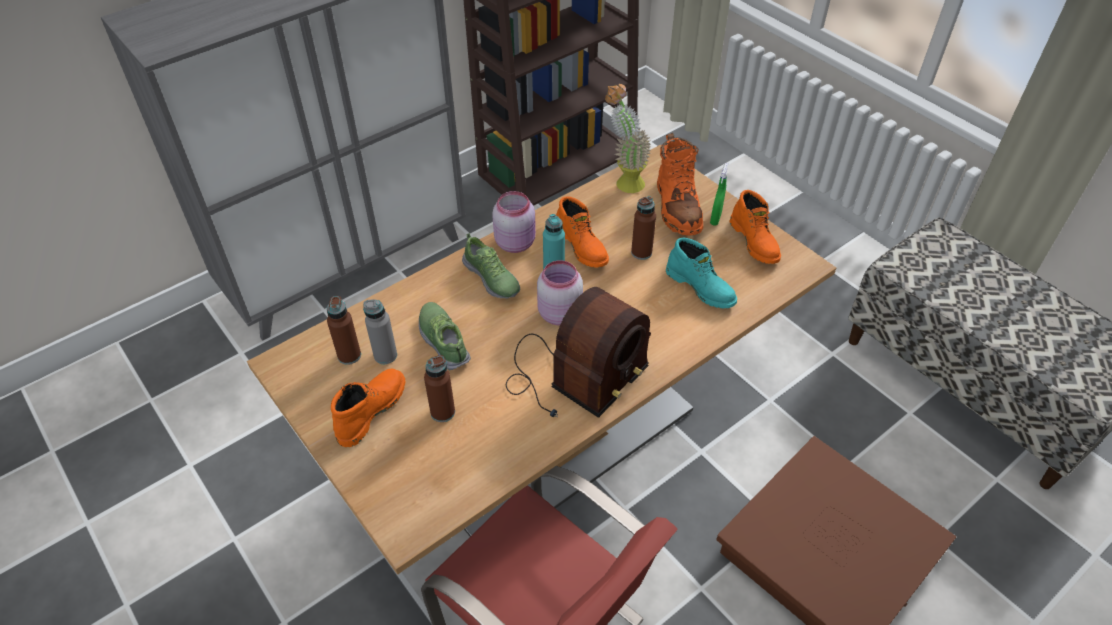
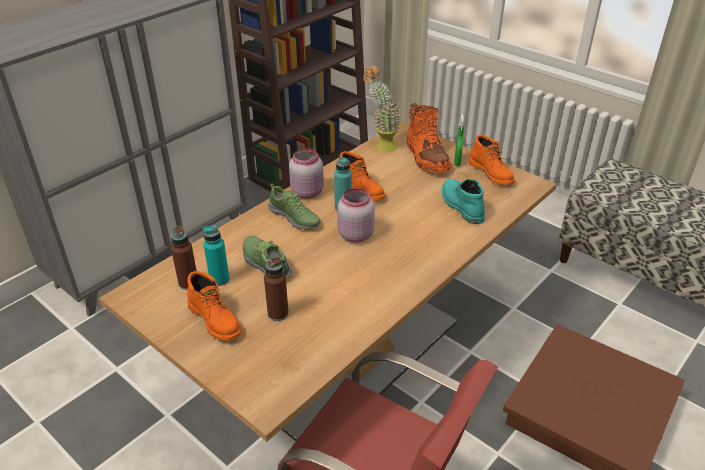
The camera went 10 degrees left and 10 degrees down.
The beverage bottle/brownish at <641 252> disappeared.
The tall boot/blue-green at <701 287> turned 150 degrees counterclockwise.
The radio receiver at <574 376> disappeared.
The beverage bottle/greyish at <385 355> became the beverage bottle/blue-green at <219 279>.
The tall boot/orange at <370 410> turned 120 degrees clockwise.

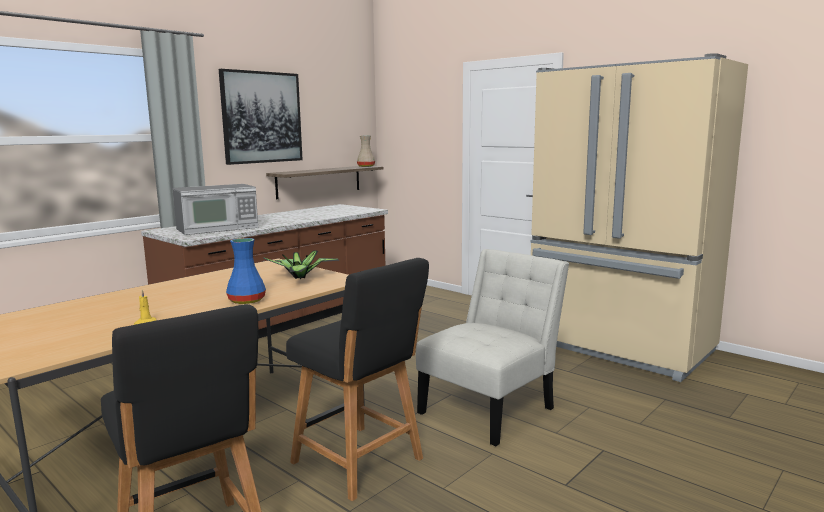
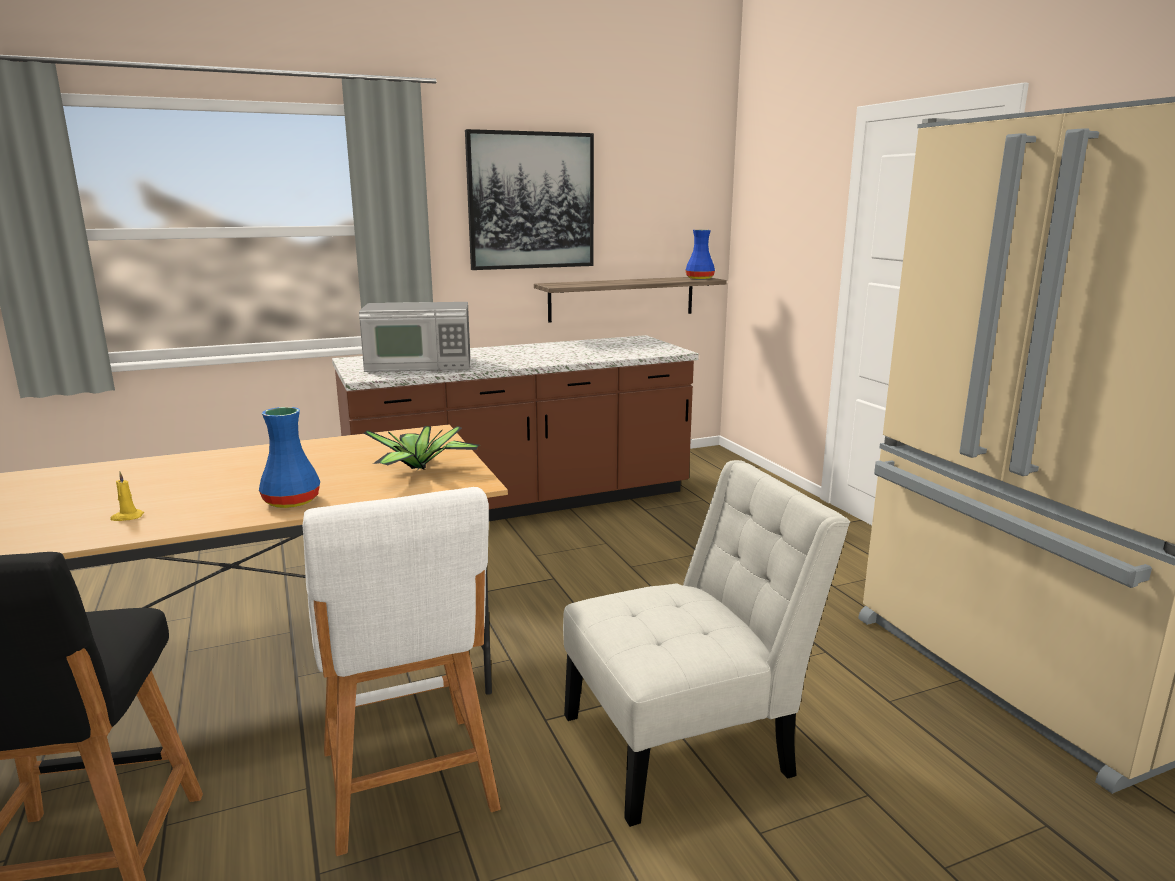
The camera went 25 degrees right and 5 degrees up.
The decorative vase/beige-coloured at <365 166> became the decorative vase/blue at <699 278>.
The stool seat/black-coloured at <361 463> became the stool seat/white at <409 786>.

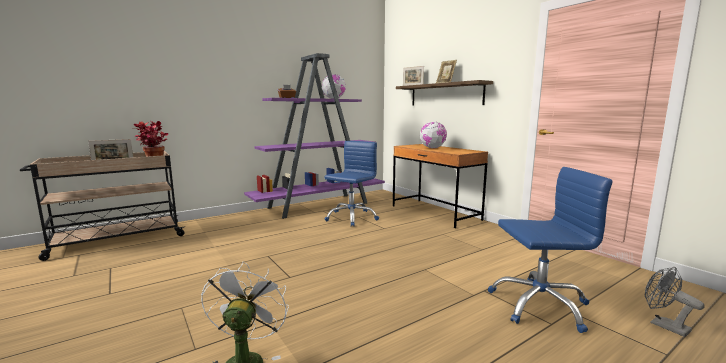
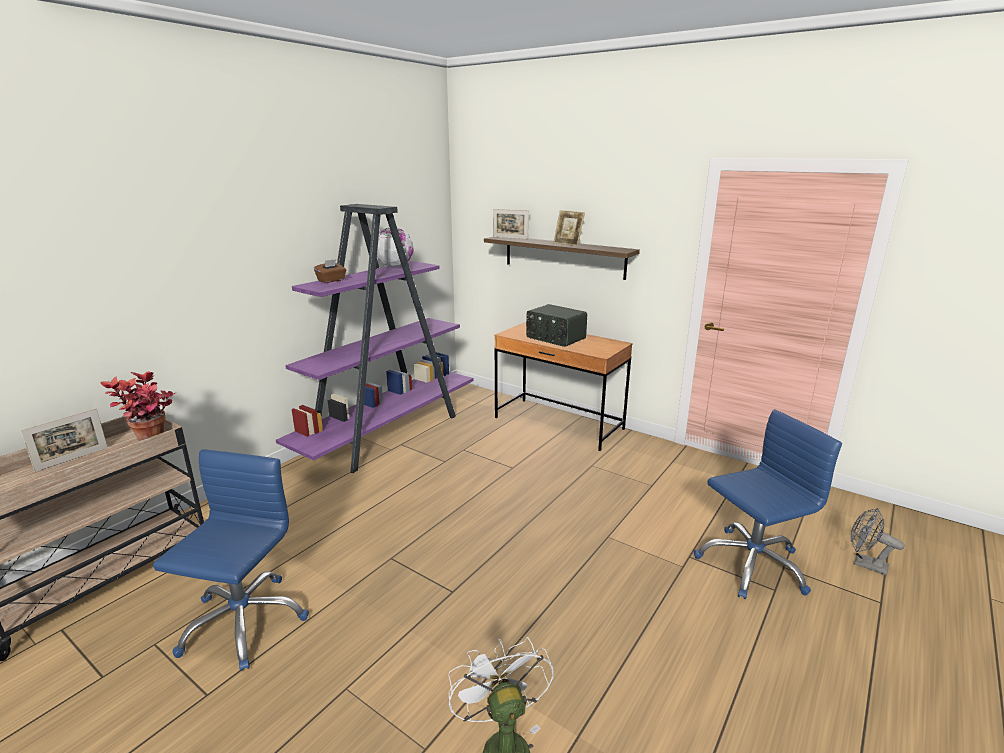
The camera went 20 degrees left and 10 degrees up.
The globe at <432 148> was replaced by the radio receiver at <555 338>.
The office chair/blue moved from <351 217> to <243 622>.

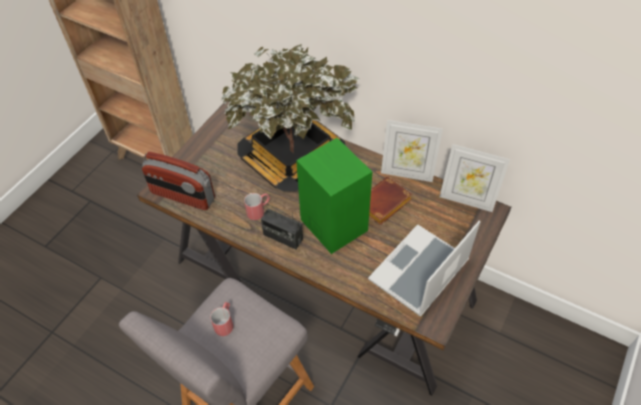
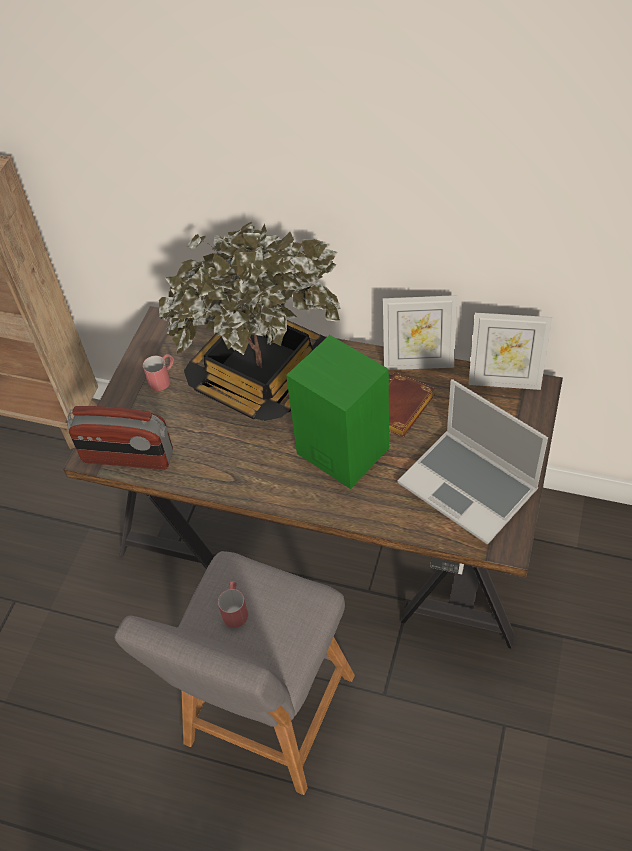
The camera went 10 degrees left and 0 degrees up.
The coffee mug/reddish moved from <259 210> to <163 378>.
The radio receiver at <283 237> disappeared.
The portable computer at <419 272> turned 75 degrees counterclockwise.

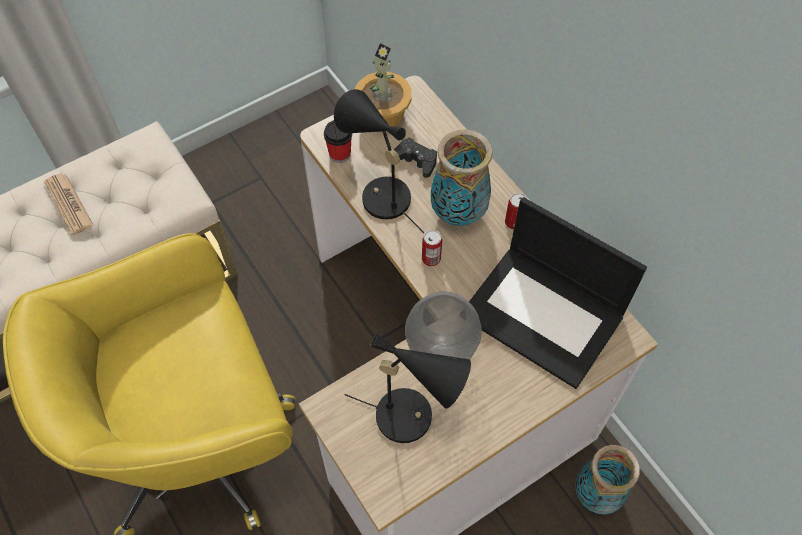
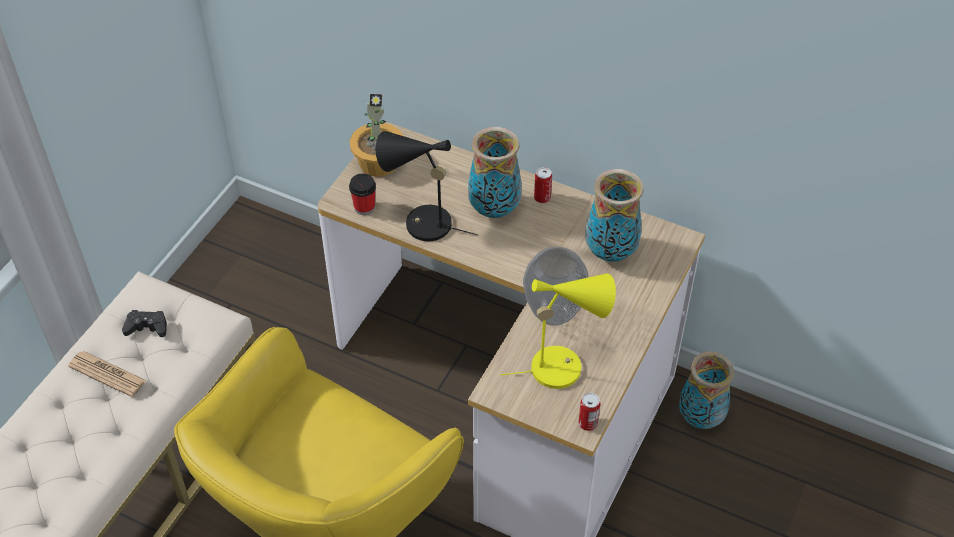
The camera went 30 degrees left and 10 degrees down.
The gamepad/black-coloured moved from <415 160> to <147 327>.
The portable computer at <544 315> was replaced by the decorative vase at <611 252>.
The sealed can moved from <431 258> to <588 423>.
The tabletop lamp/black-coloured at <413 417> became the tabletop lamp/yellowish at <563 365>.

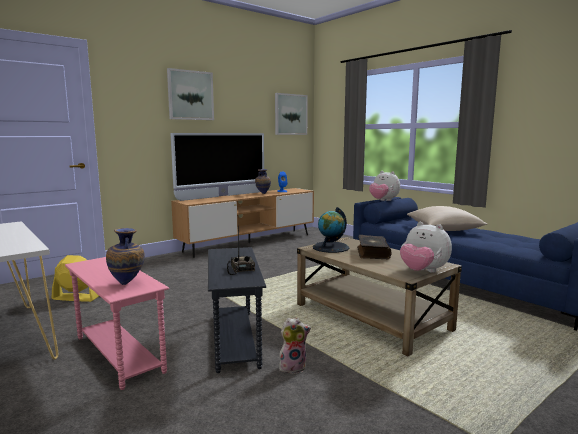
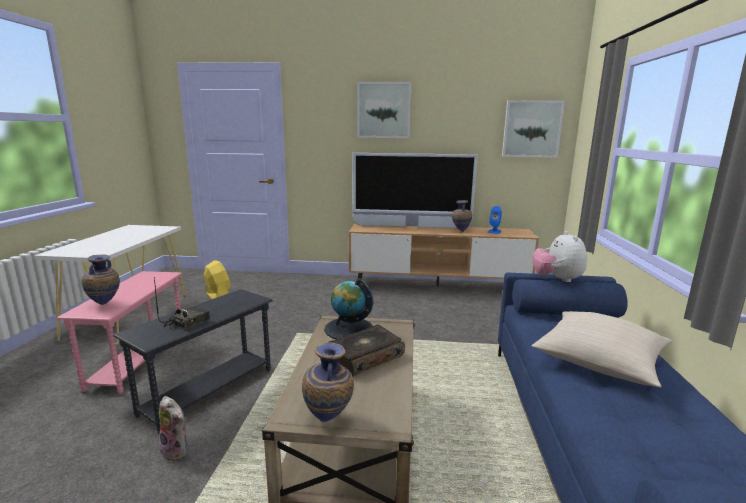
The camera went 45 degrees right and 5 degrees up.
The plush toy at <423 271> was replaced by the decorative vase at <329 420>.

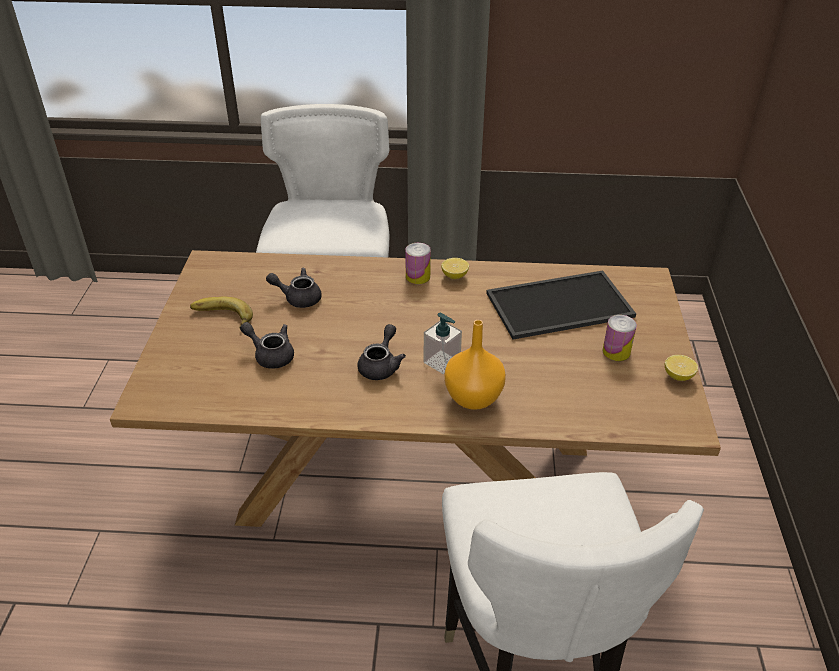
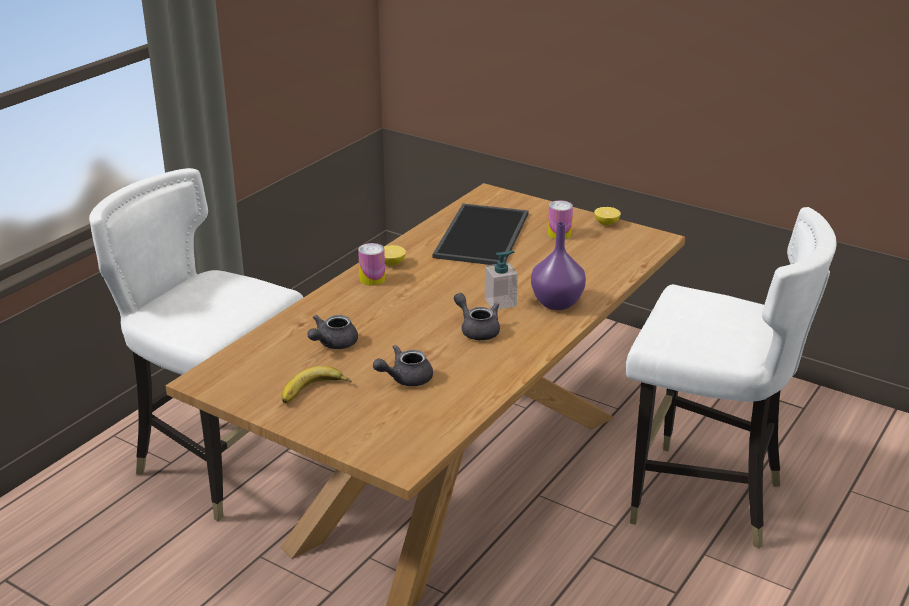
The camera went 60 degrees left and 10 degrees down.
The decorative vase/orange at <474 398> became the decorative vase/purple-coloured at <557 302>.

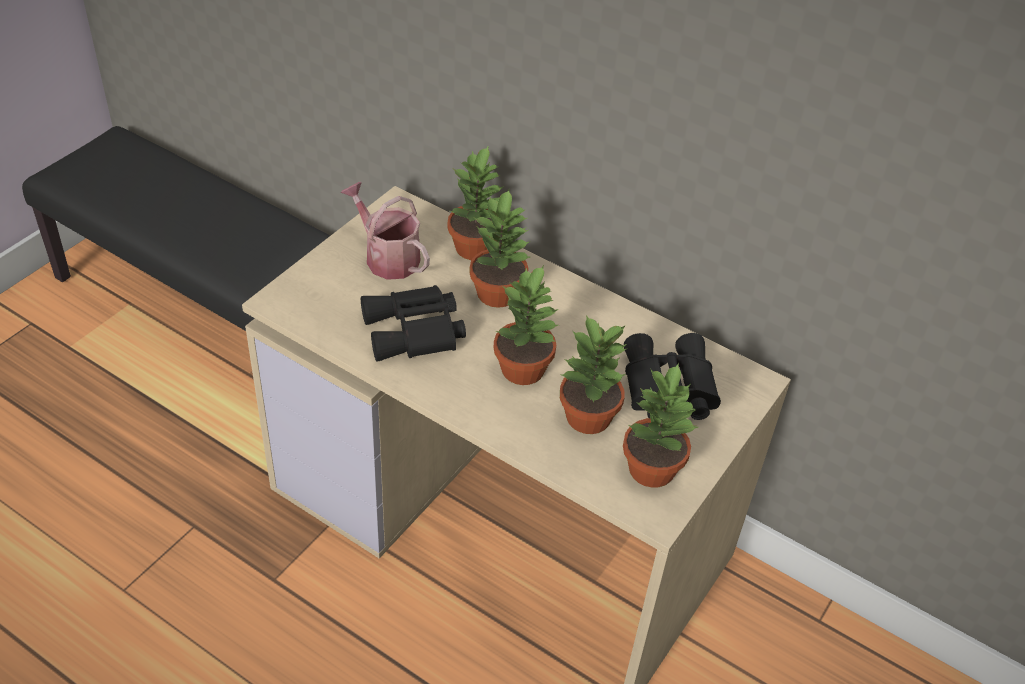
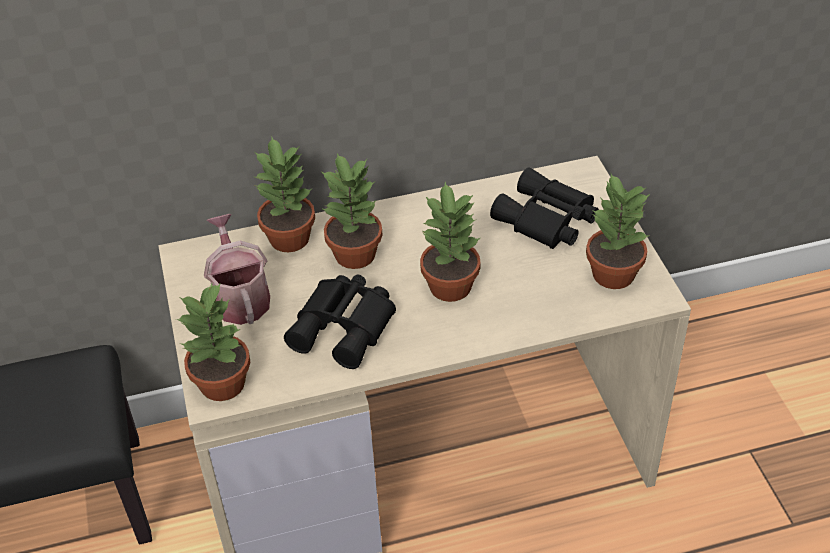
The camera went 45 degrees left and 0 degrees up.
The watering can at <387 257> turned 75 degrees clockwise.
The plant in a pot moved from <588 418> to <224 384>.

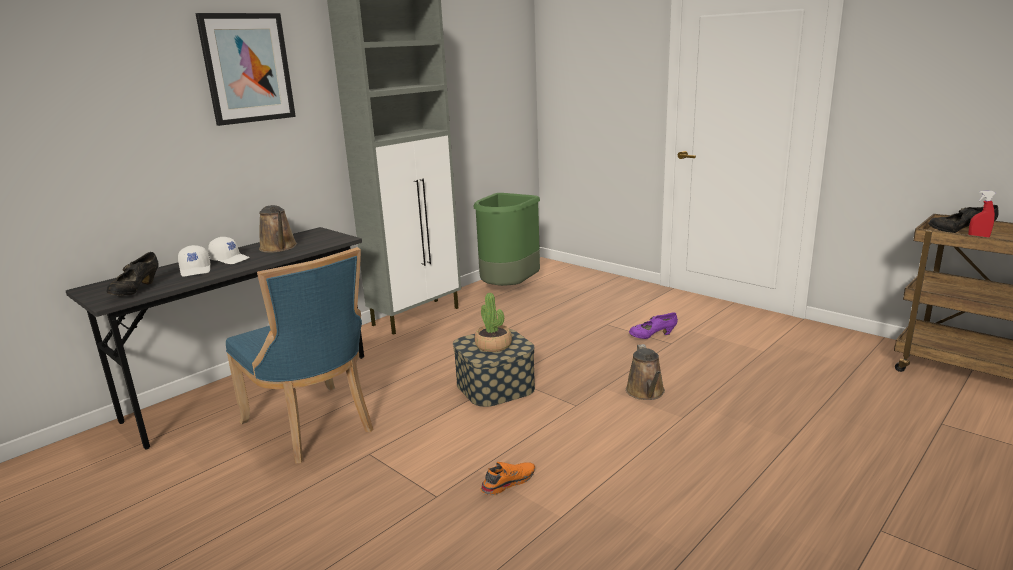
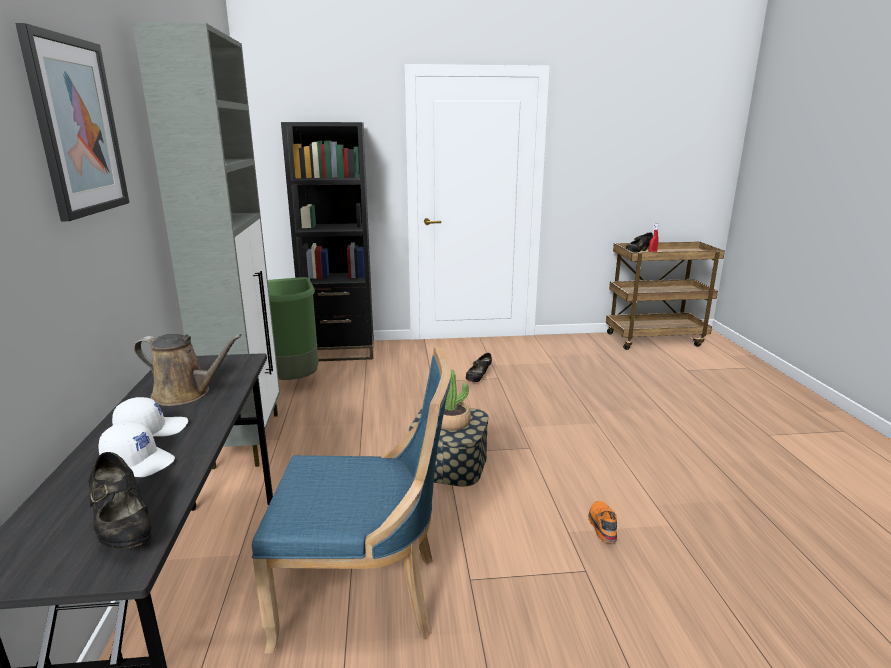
The camera went 50 degrees left and 0 degrees up.
The item of footwear/purple-coloured at <652 336> became the item of footwear/black-coloured at <478 378>.
The watering can/brownish at <646 392> disappeared.
The bookcase/black-coloured at <339 351> appeared.

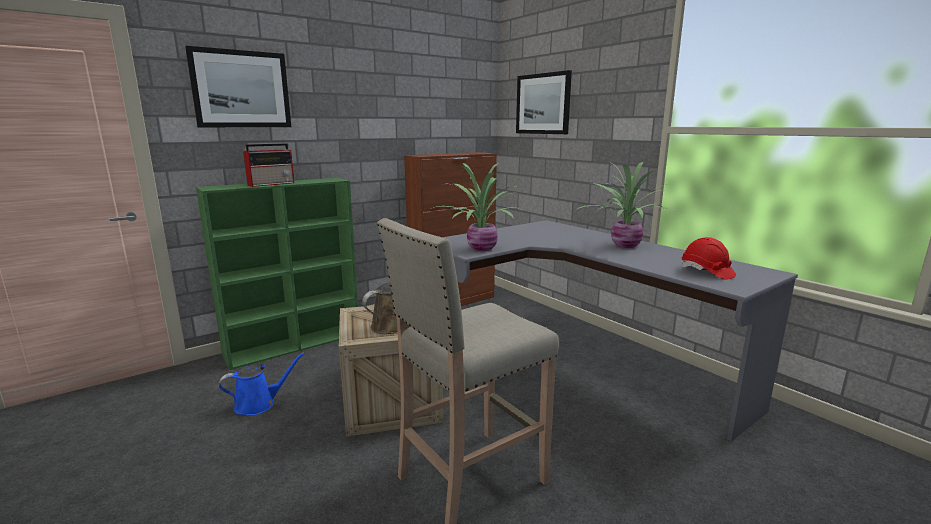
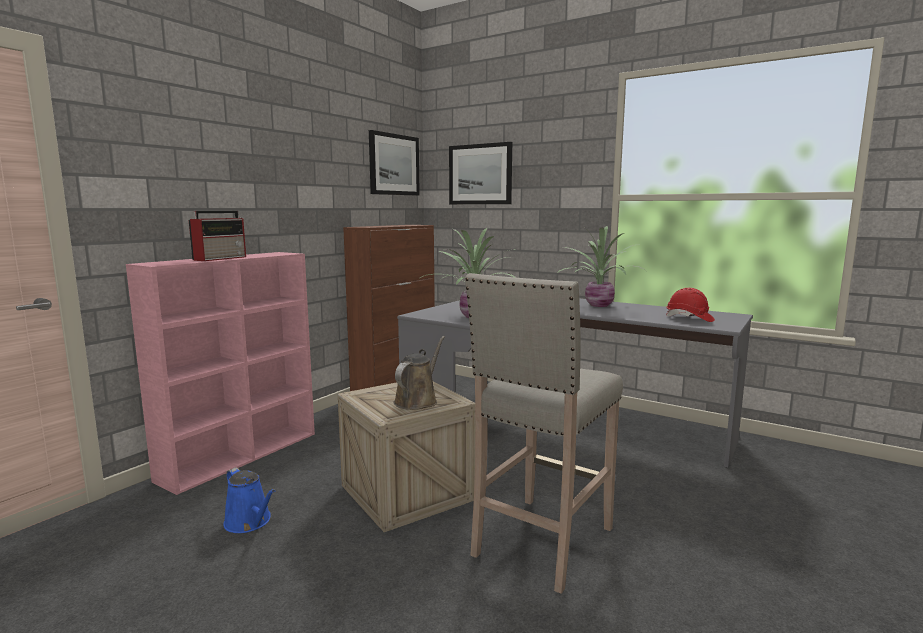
The camera went 20 degrees left and 5 degrees down.
The picture moved from <241 89> to <394 164>.
The bookcase/green-coloured at <296 344> became the bookcase/pink at <242 455>.
The watering can/blue at <259 404> turned 90 degrees clockwise.

